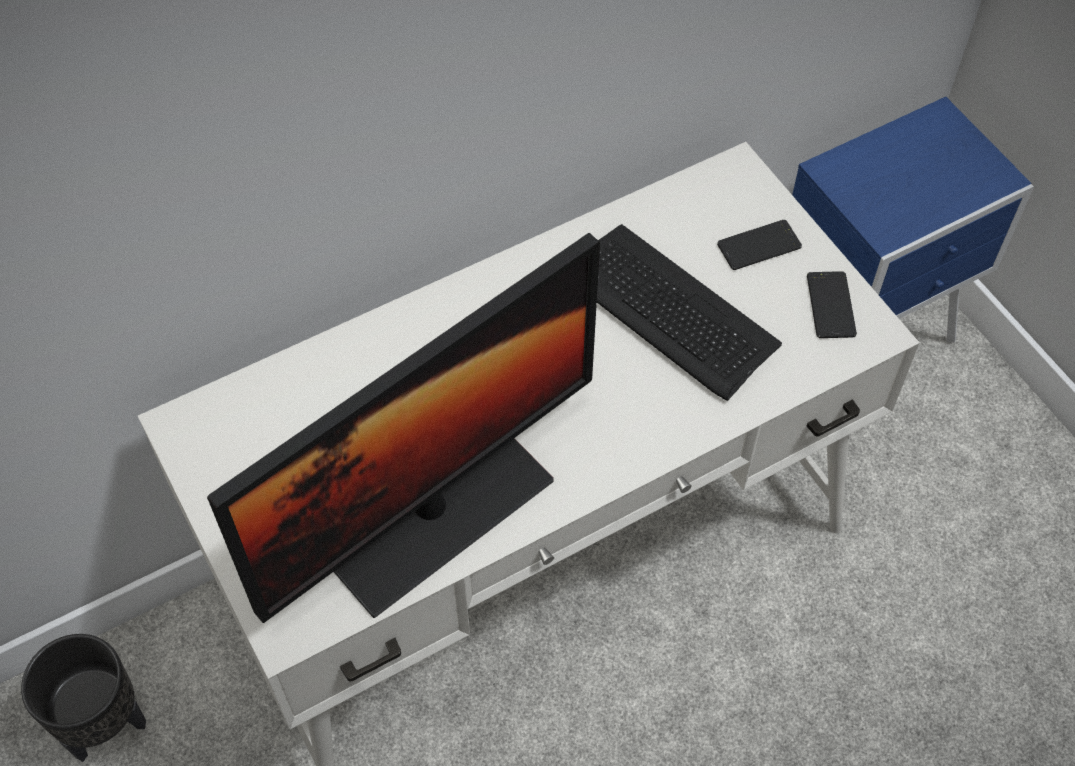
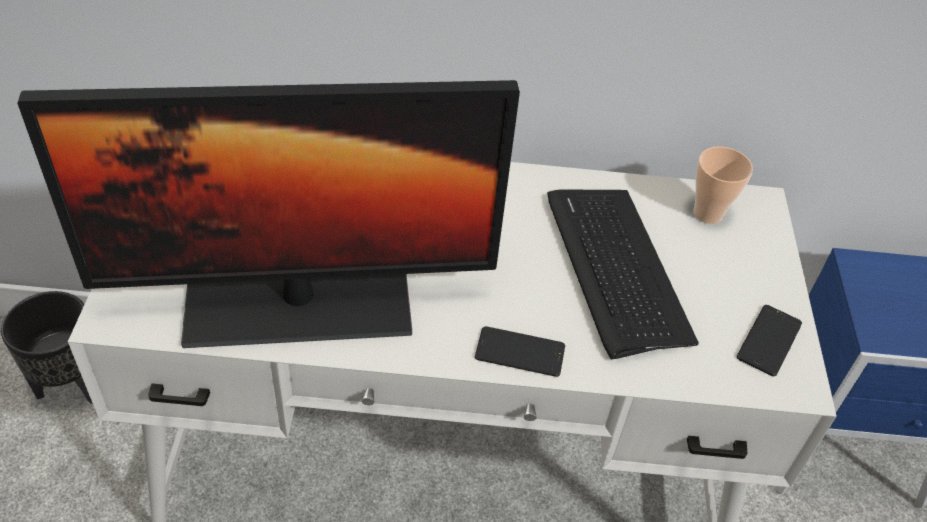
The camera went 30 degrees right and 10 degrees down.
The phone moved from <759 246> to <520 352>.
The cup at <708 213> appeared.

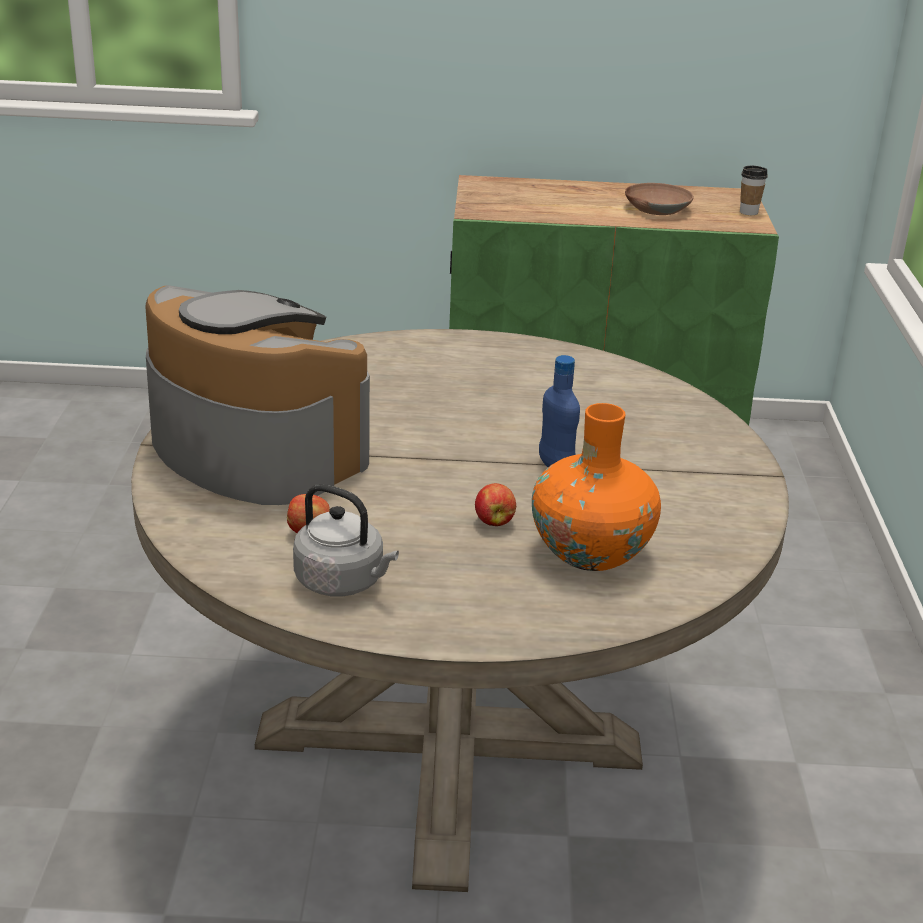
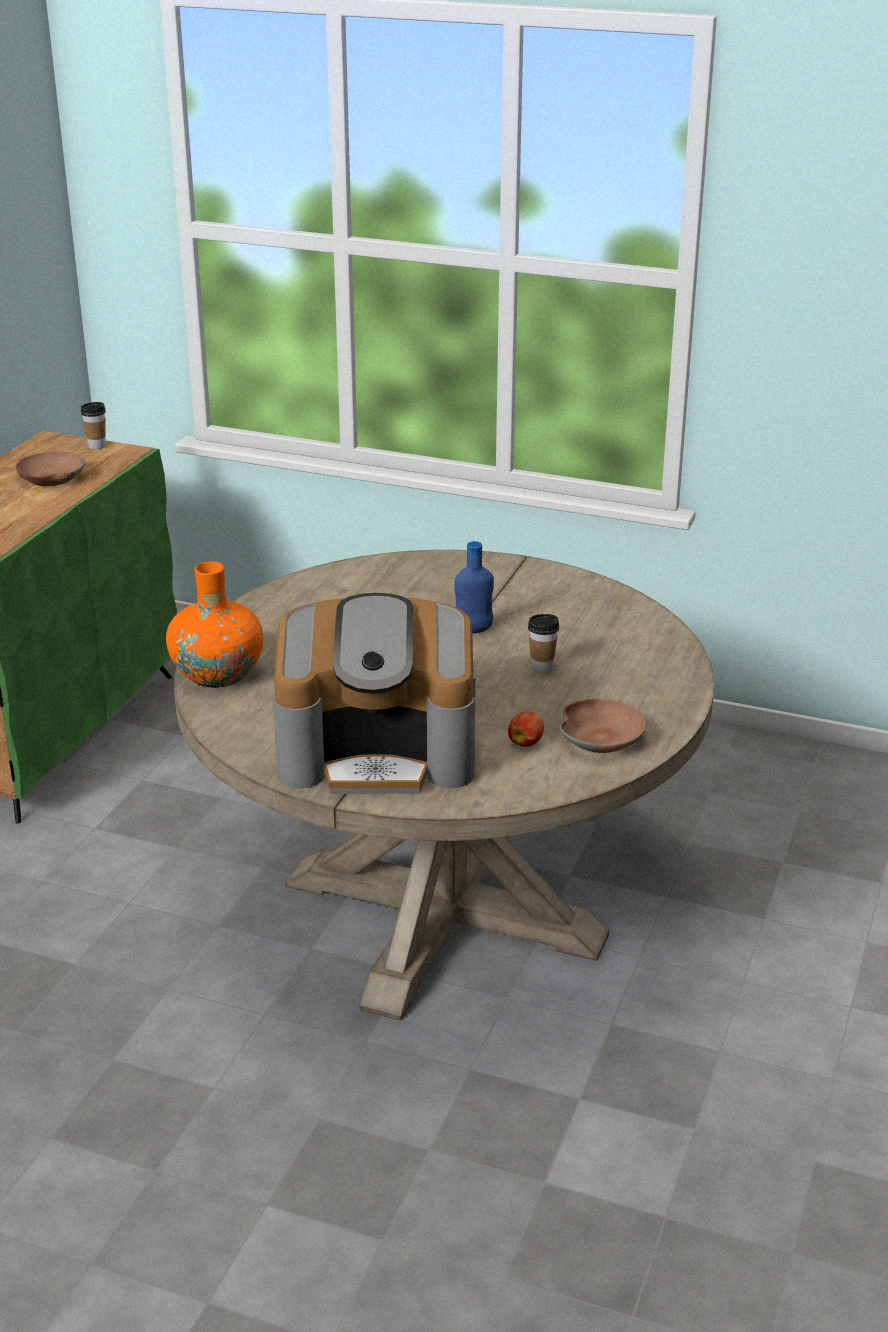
The camera went 70 degrees left and 0 degrees up.
The coffee maker at <253 450> turned 150 degrees counterclockwise.
The decorative vase/orange moved from <591 552> to <217 674>.
The apple fruit at <494 521> was replaced by the cup at <542 667>.
The kettle/greyish at <343 582> was replaced by the serving bowl/brownish at <601 738>.

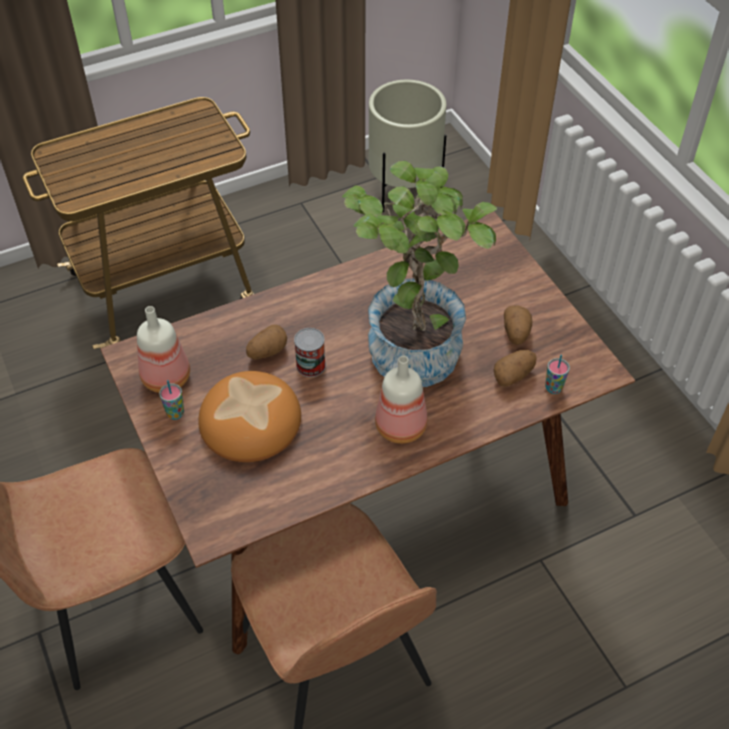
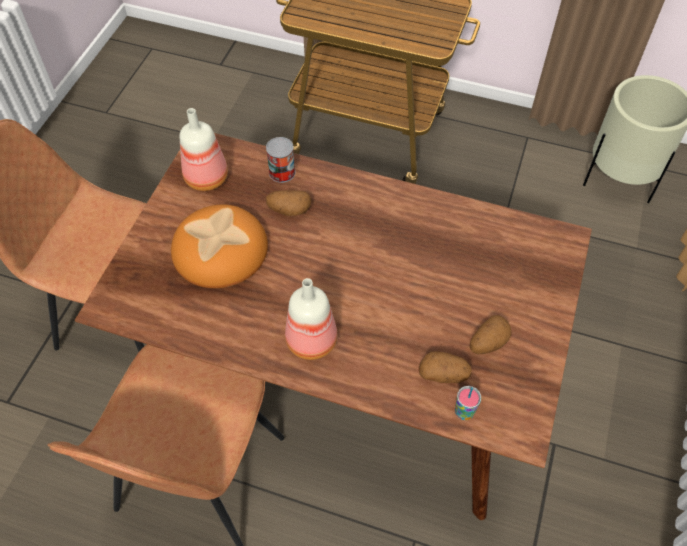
The camera went 45 degrees right and 5 degrees up.
The plant in a pot at <413 342> disappeared.
The sealed can moved from <310 365> to <282 172>.
The cup at <175 413> disappeared.

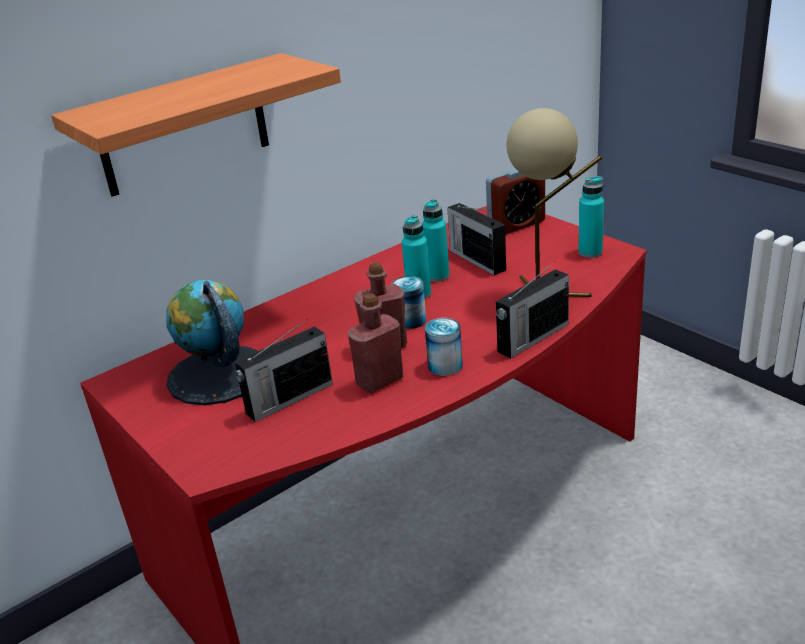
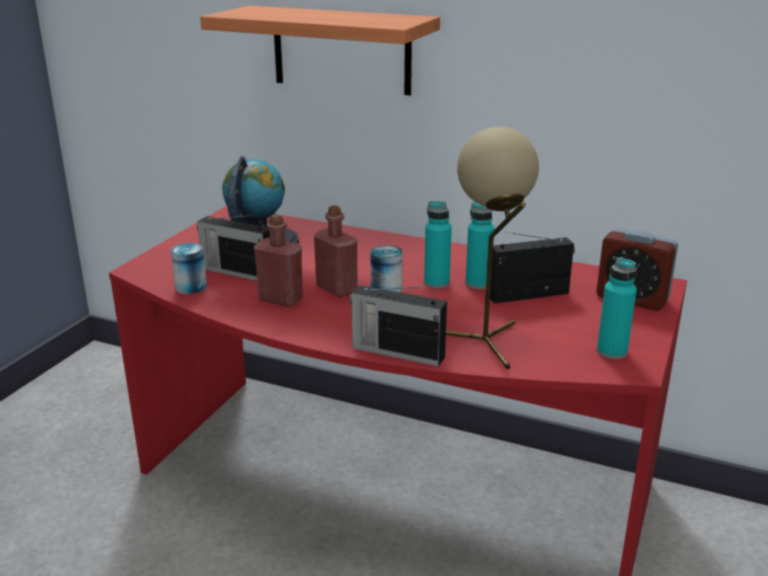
The camera went 60 degrees right and 5 degrees down.
The radio receiver at <476 259> turned 45 degrees clockwise.
The sealed can moved from <445 366> to <191 287>.

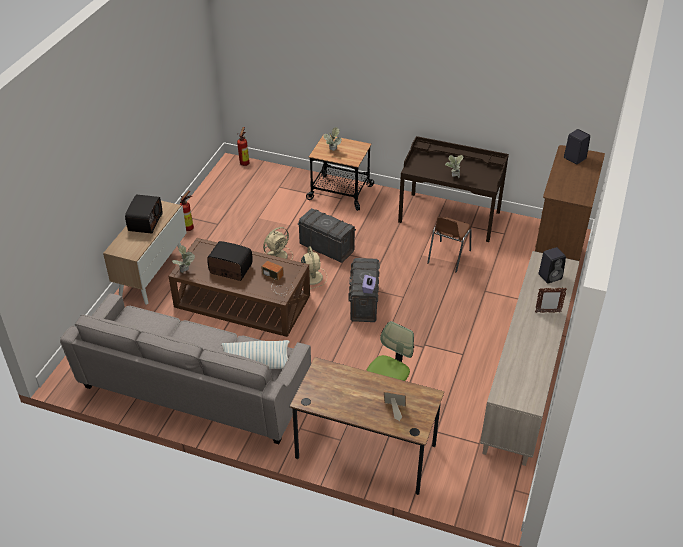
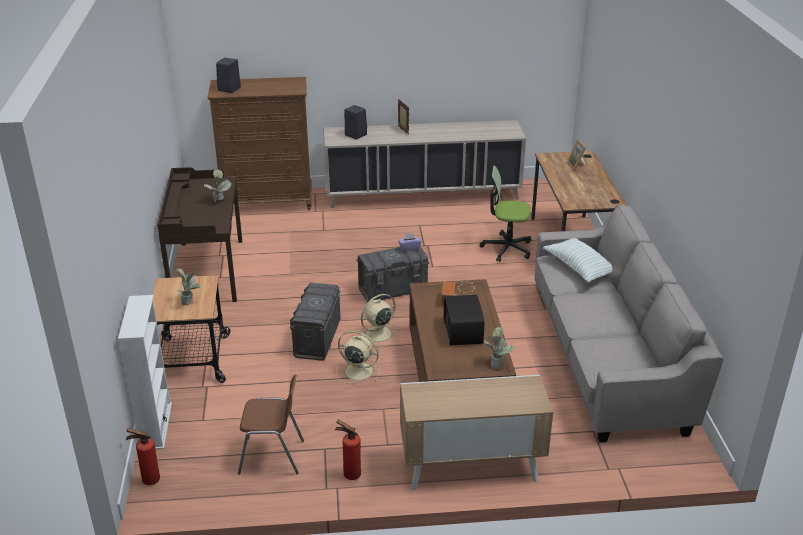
The camera went 115 degrees left and 10 degrees down.
The radio receiver at <145 222> disappeared.
The upright chair/brownish moved from <448 257> to <272 457>.
The bookcase/white at <156 426> appeared.

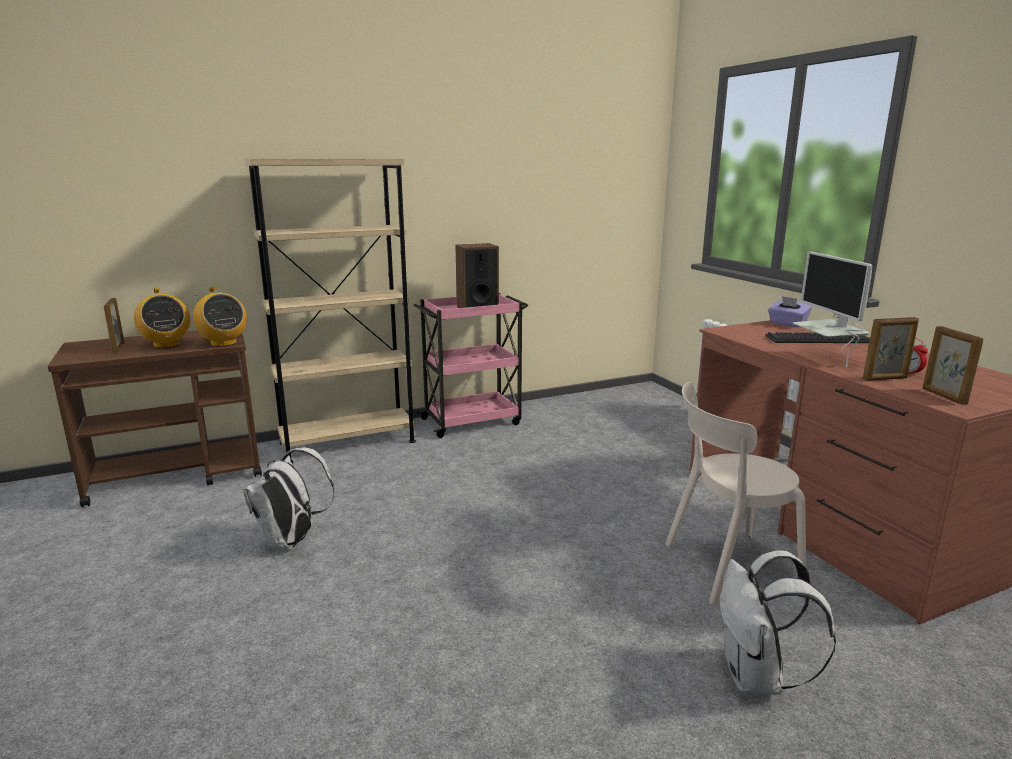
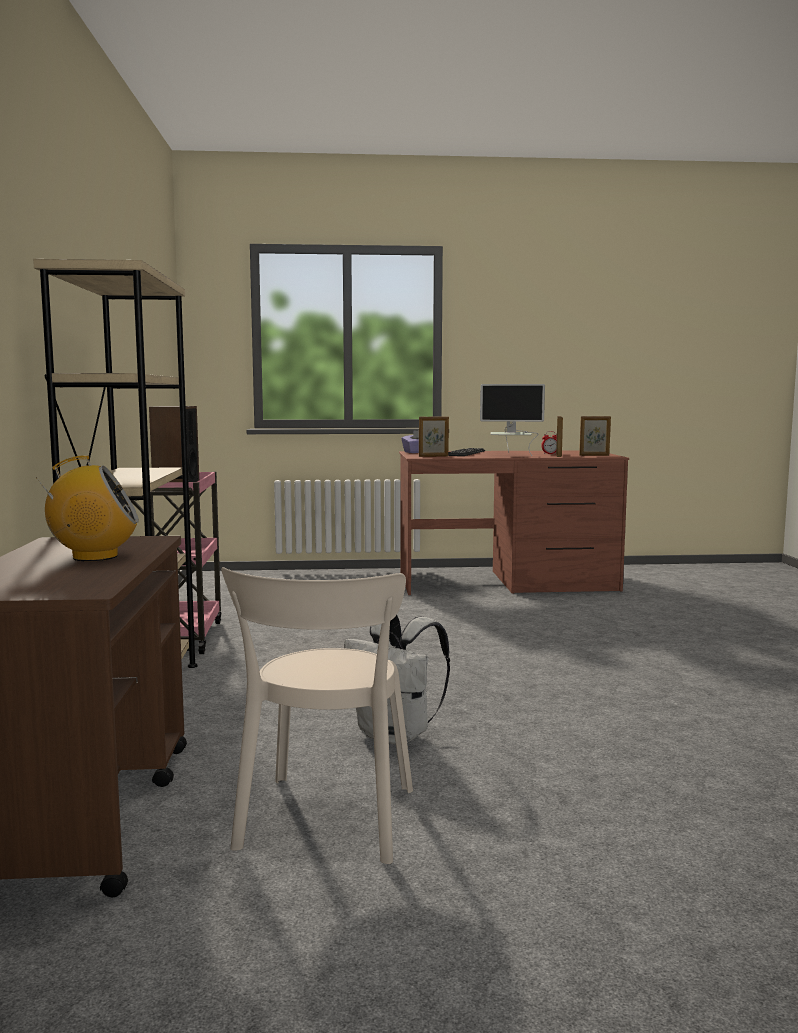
The camera went 70 degrees left and 10 degrees down.
The radio receiver at <223 343> disappeared.
The photo frame moved from <118 349> to <433 456>.
The upright chair/beige-coloured moved from <725 567> to <325 823>.
The rucksack/white at <756 677> disappeared.

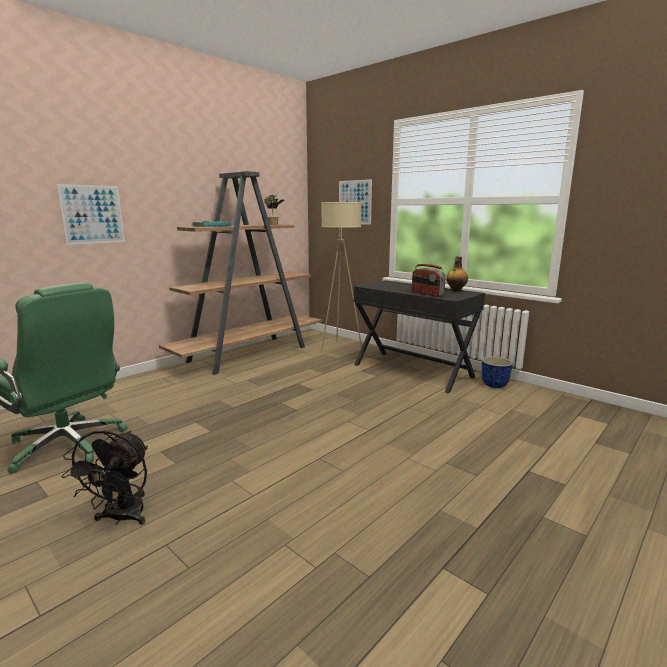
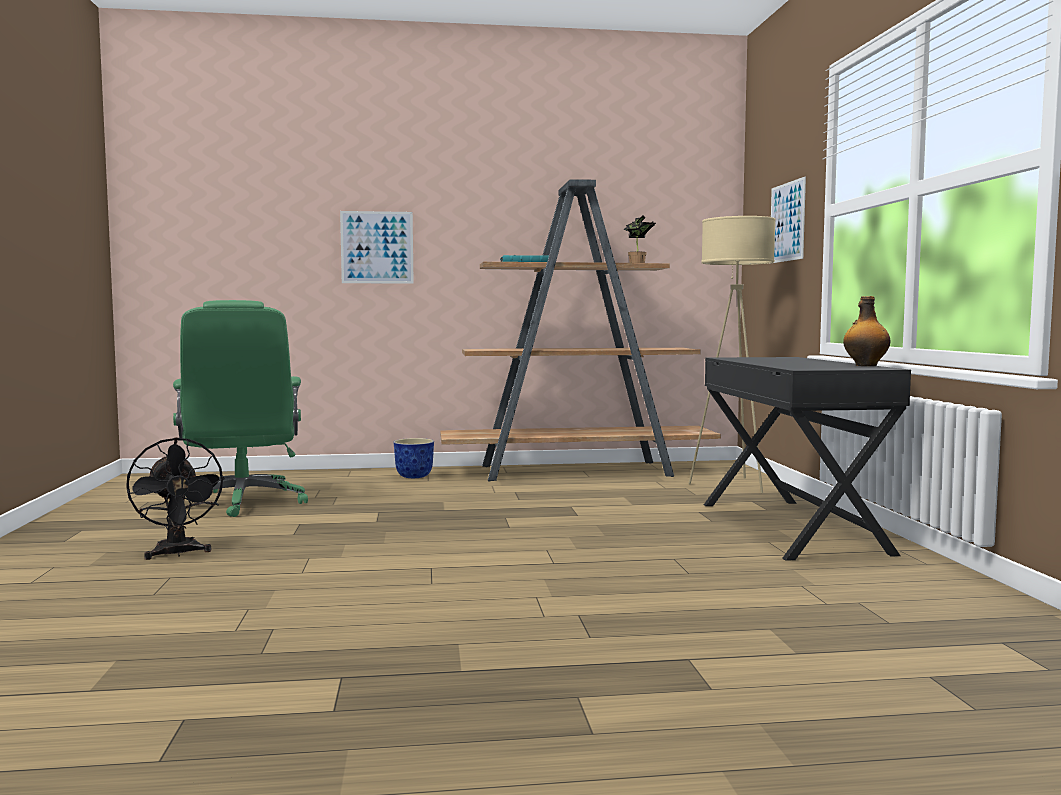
The camera went 40 degrees right and 10 degrees down.
The radio receiver at <427 294> disappeared.
The planter moved from <494 385> to <415 476>.
The cooling fan/black-coloured at <122 518> turned 75 degrees counterclockwise.

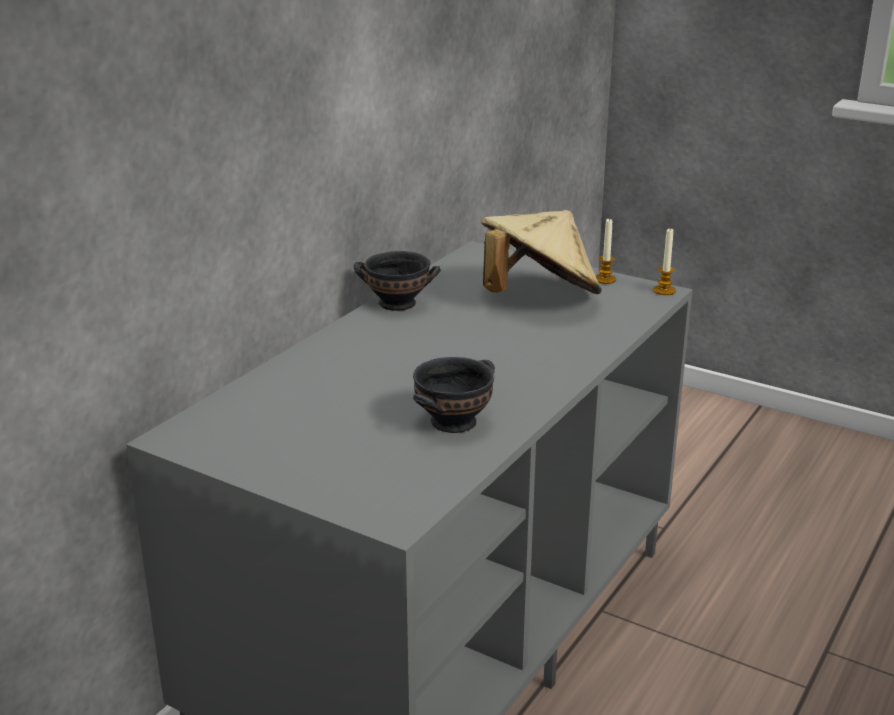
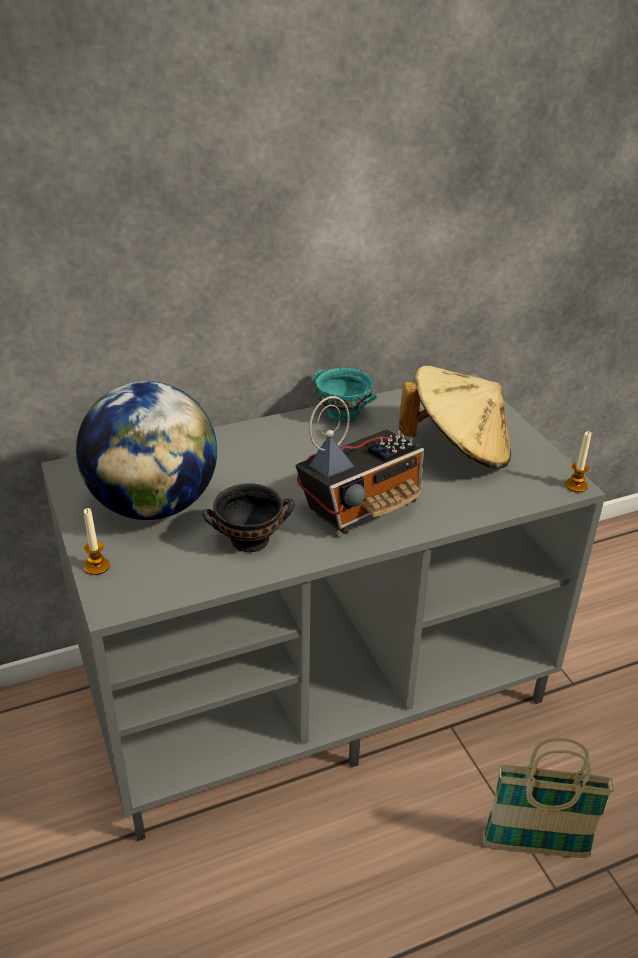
The camera went 35 degrees right and 10 degrees up.
The candle moved from <605 279> to <97 566>.
The serving bowl/black-coloured at <396 303> became the serving bowl/blue-green at <342 413>.
The globe at <154 505> appeared.
The radio receiver at <362 507> appeared.
The basket at <535 847> appeared.

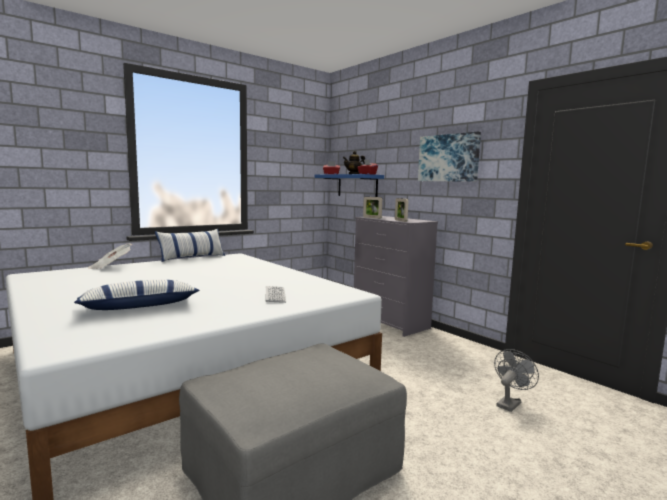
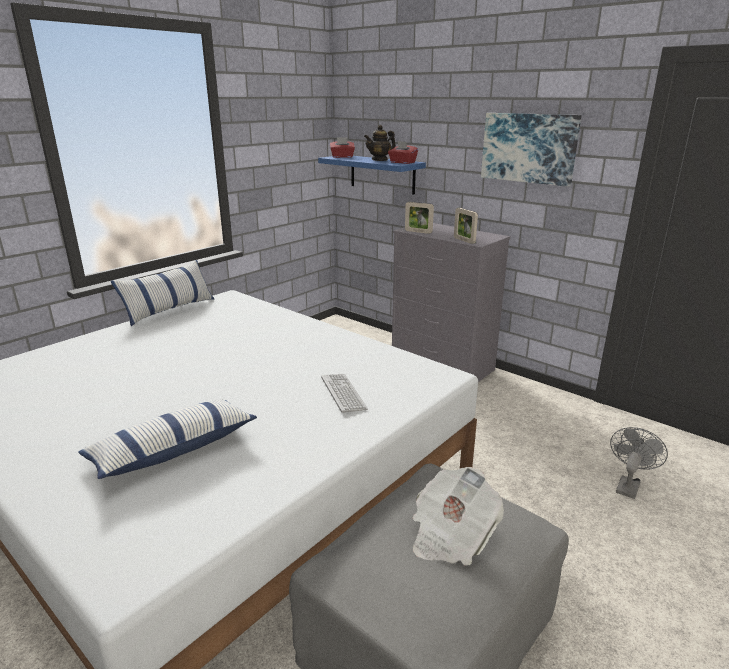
The camera went 10 degrees left and 15 degrees up.
The daily paper moved from <111 267> to <451 534>.

